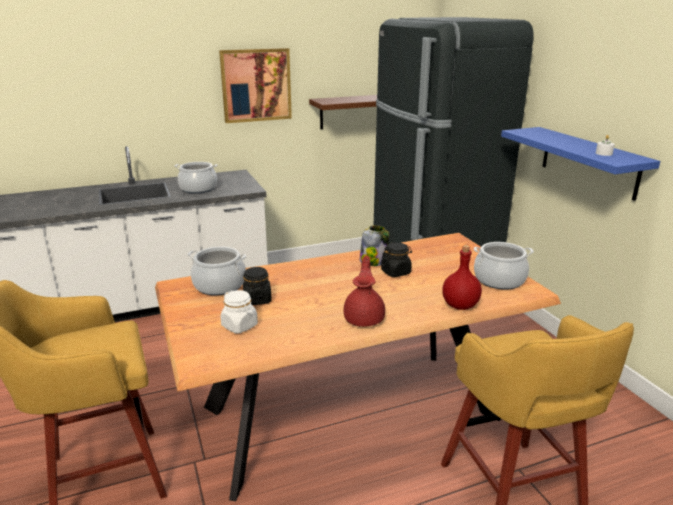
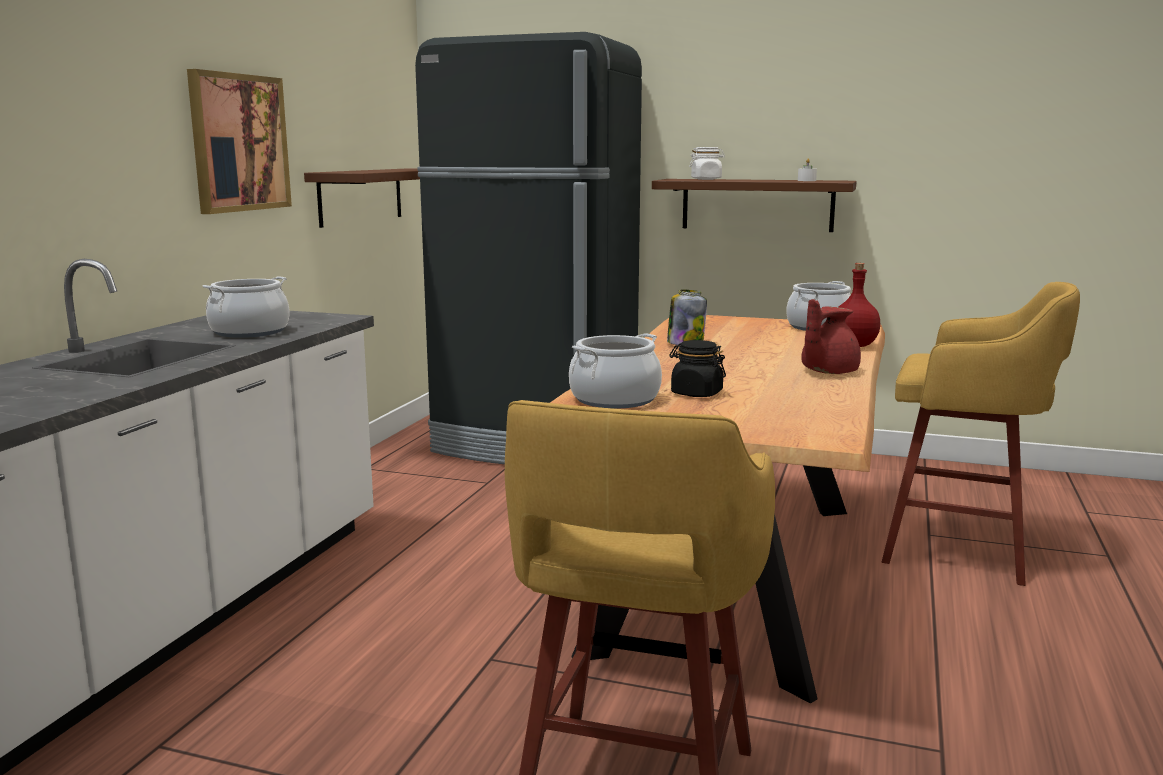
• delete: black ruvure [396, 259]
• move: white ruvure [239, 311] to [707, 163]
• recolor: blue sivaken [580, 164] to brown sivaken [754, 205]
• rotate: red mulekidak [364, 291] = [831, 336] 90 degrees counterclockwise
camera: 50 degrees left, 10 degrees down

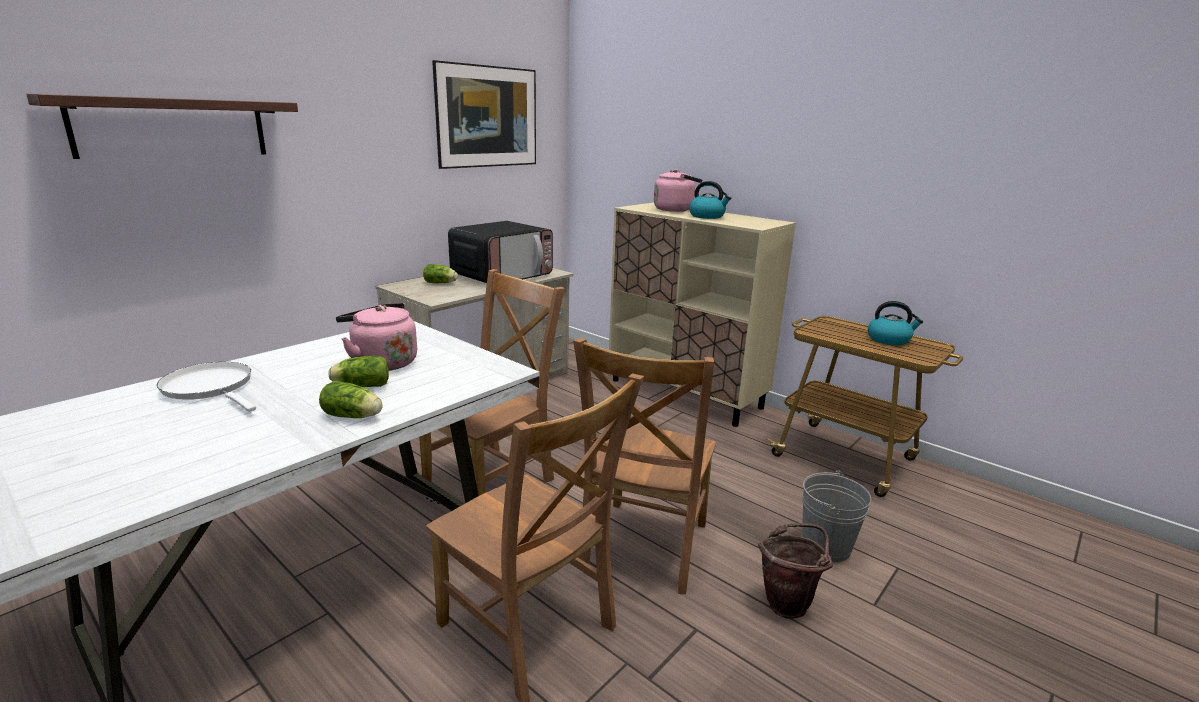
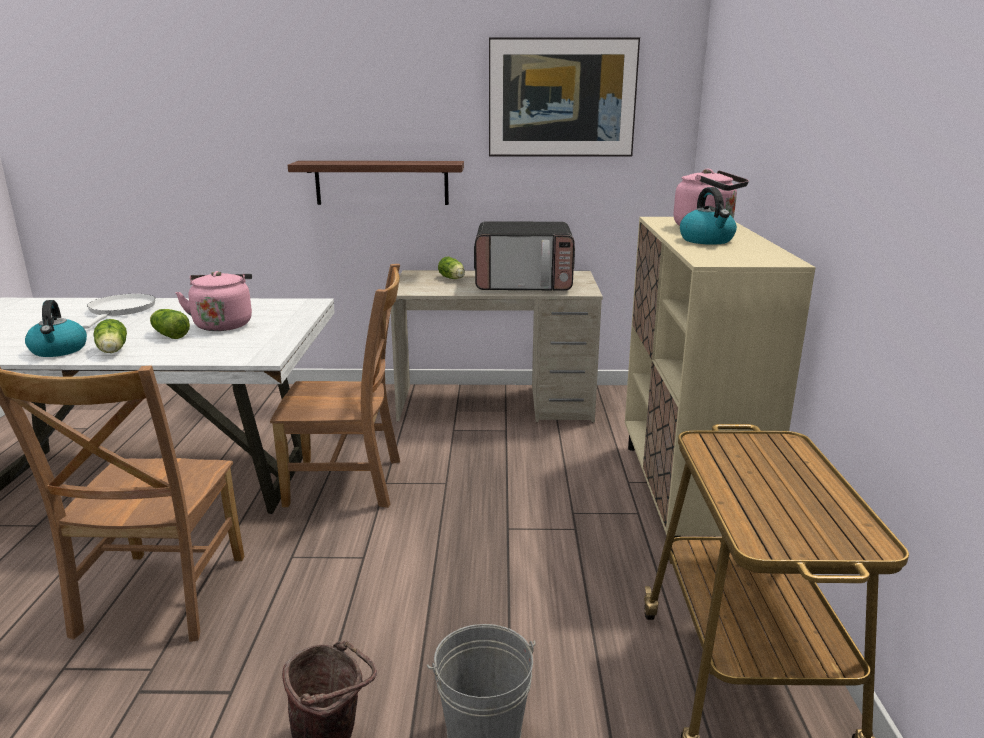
• delete: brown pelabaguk [644, 466]
• move: sivaken [162, 126] to [376, 183]
• move: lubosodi [895, 323] to [56, 328]
camera: 50 degrees right, 0 degrees up

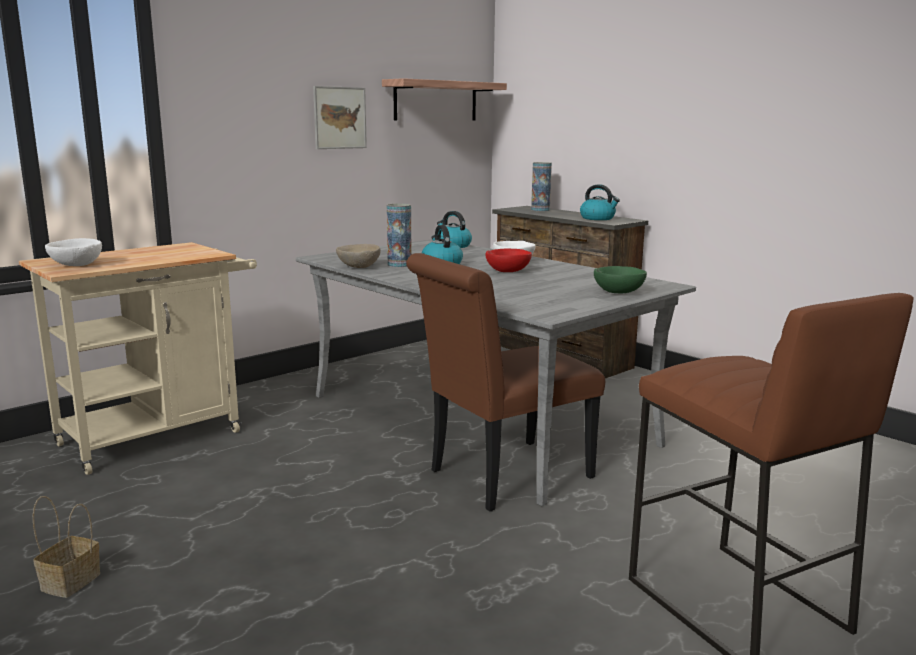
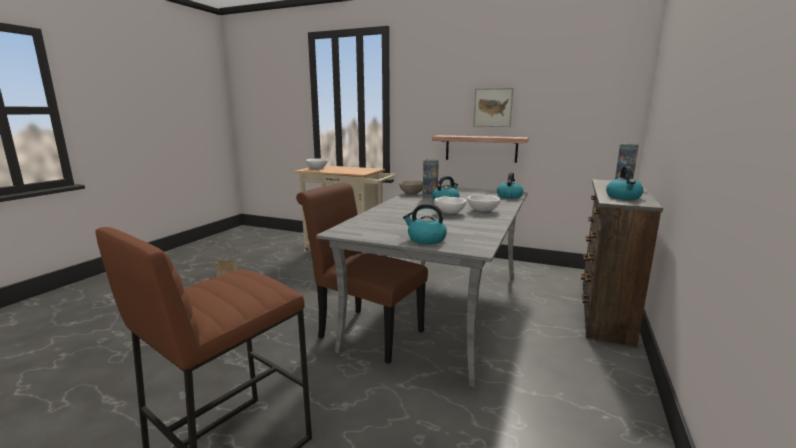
• move: sivaken [444, 99] to [480, 149]
• replace: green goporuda [620, 279] to lubosodi [425, 223]
• recolor: red goporuda [509, 260] to white goporuda [450, 205]
camera: 65 degrees right, 0 degrees up

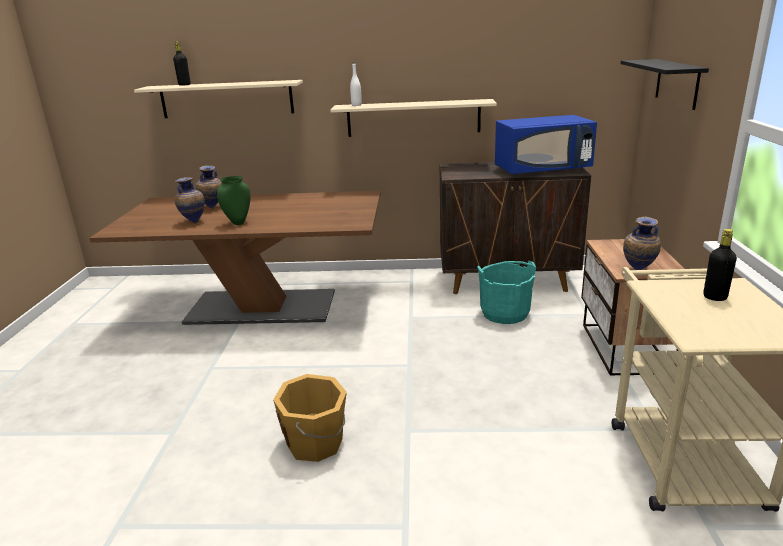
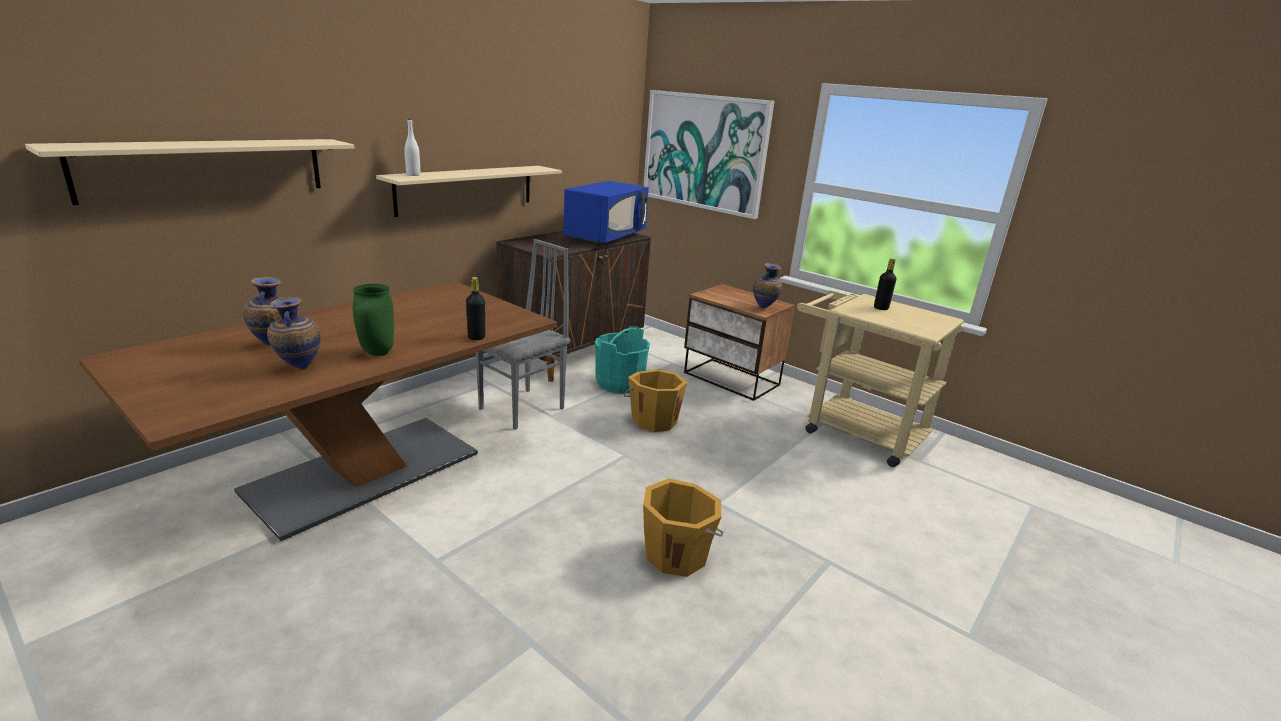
• insert: grey pelabaguk [523, 334]
• insert: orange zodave [656, 400]
• move: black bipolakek [182, 64] to [475, 308]
• replace: black sivaken [665, 84] to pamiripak [708, 154]
camera: 55 degrees left, 0 degrees up

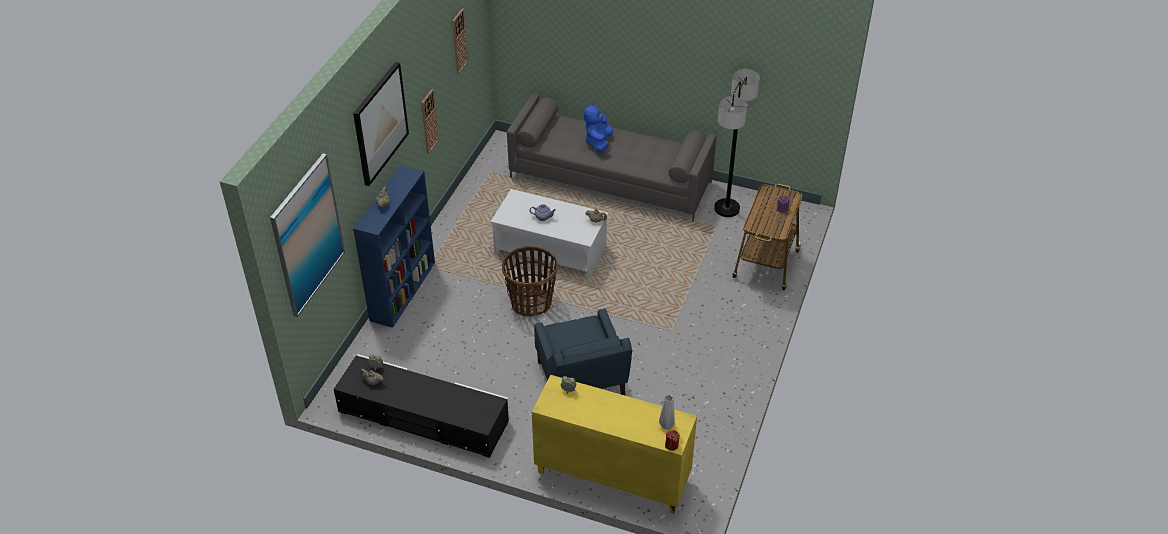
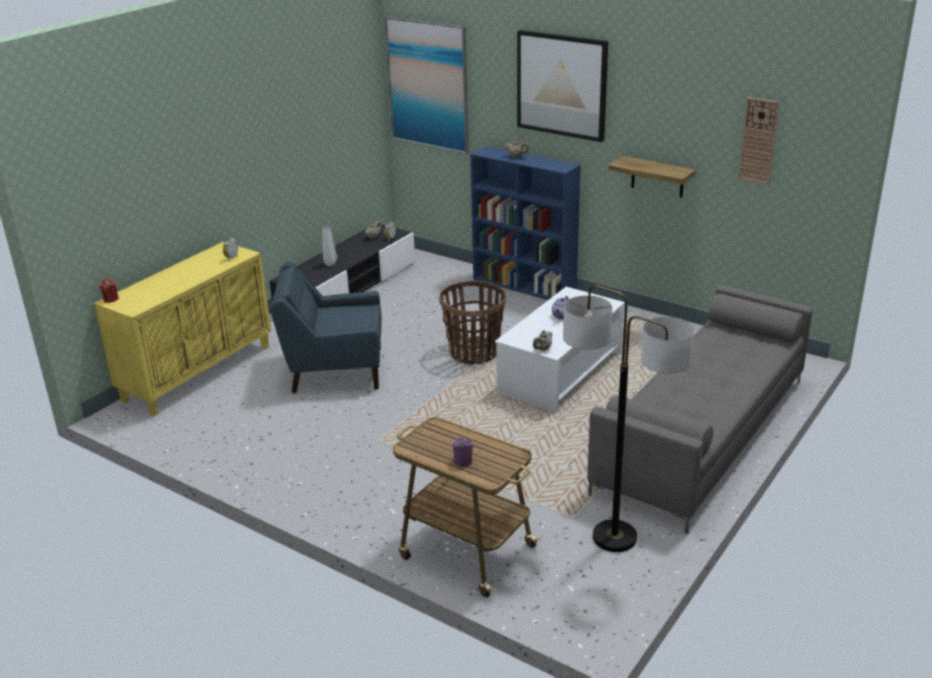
• delete: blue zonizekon [598, 127]
• move: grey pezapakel [667, 411] to [329, 246]
• replace: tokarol [430, 121] to sivaken [652, 177]
camera: 105 degrees right, 15 degrees down

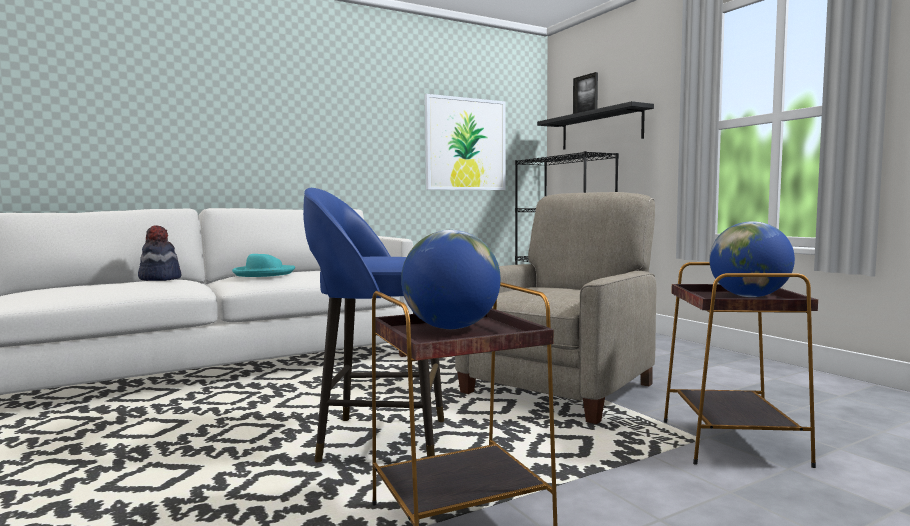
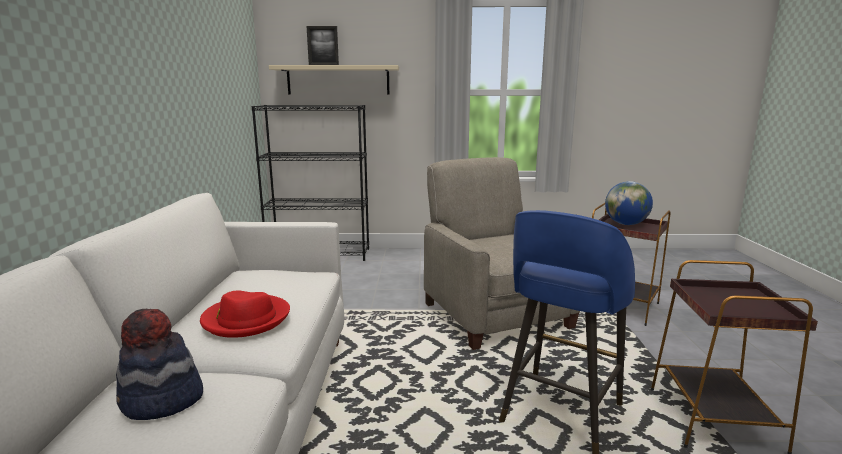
• delete: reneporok [451, 279]
• delete: pamiripak [465, 142]
• recolor: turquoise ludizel [263, 265] to red ludizel [245, 314]
• recolor: black sivaken [595, 125] to beige sivaken [334, 79]
camera: 60 degrees left, 10 degrees up

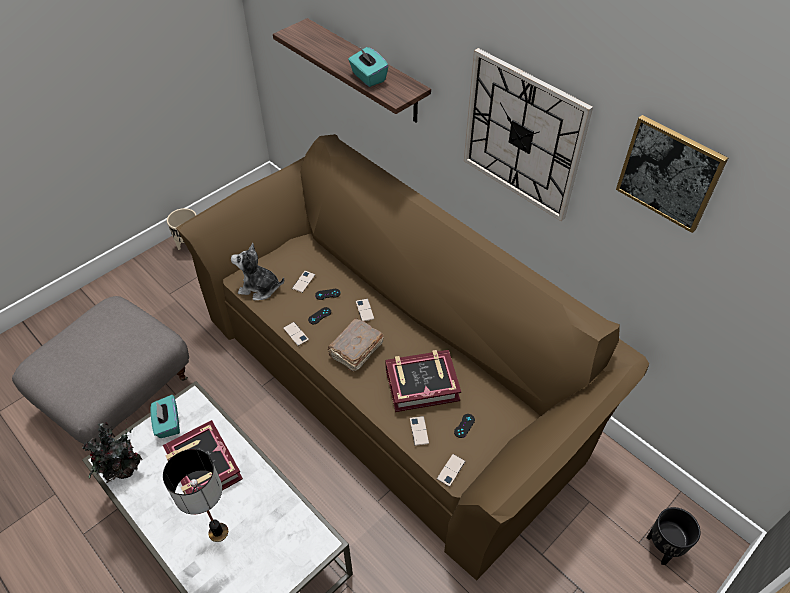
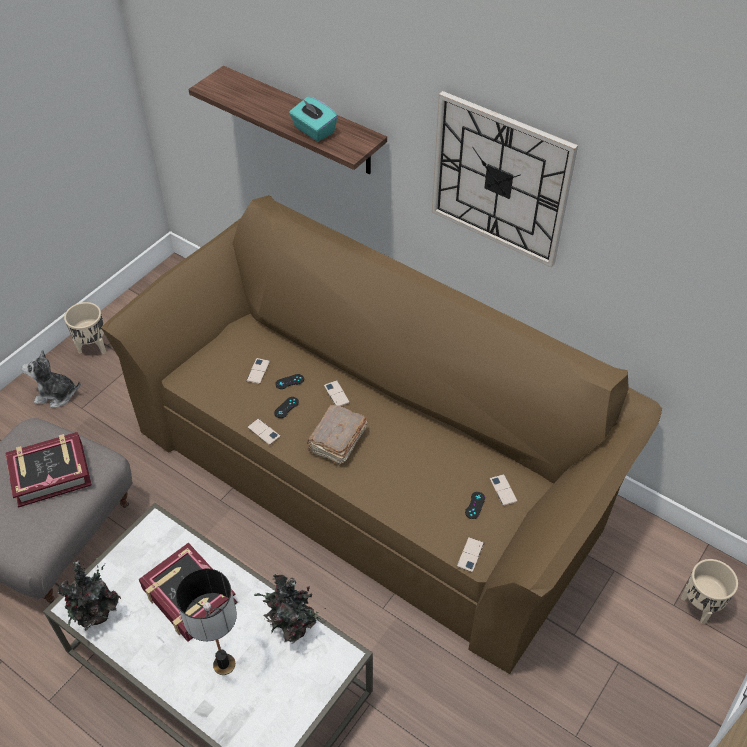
• delete: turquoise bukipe [165, 416]
• delete: pamiripak [672, 174]
• insert: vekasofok [289, 609]
• move: zonizekon [257, 271] to [51, 379]
• move: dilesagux [423, 381] to [48, 470]
• move: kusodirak [419, 431] to [504, 490]
• recolor: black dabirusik [674, 536] to beige dabirusik [709, 591]
camera: 10 degrees left, 0 degrees up

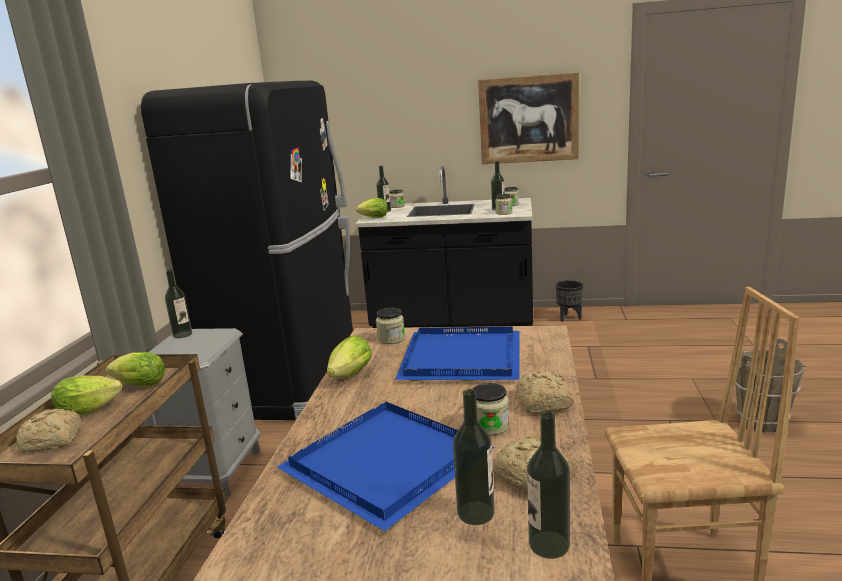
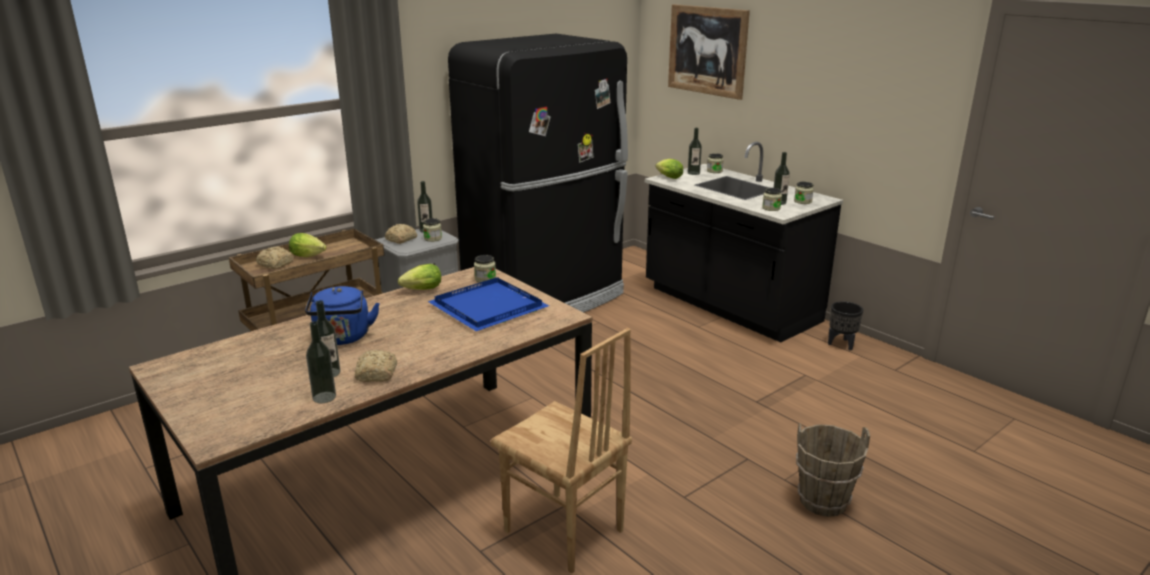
• delete: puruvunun [135, 369]
• move: ruvure [491, 409] to [432, 230]
• move: pamiripak [528, 118] to [709, 52]
• move: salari [545, 392] to [401, 234]
• replace: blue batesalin [385, 466] to blue lubosodi [342, 315]
camera: 40 degrees right, 5 degrees up

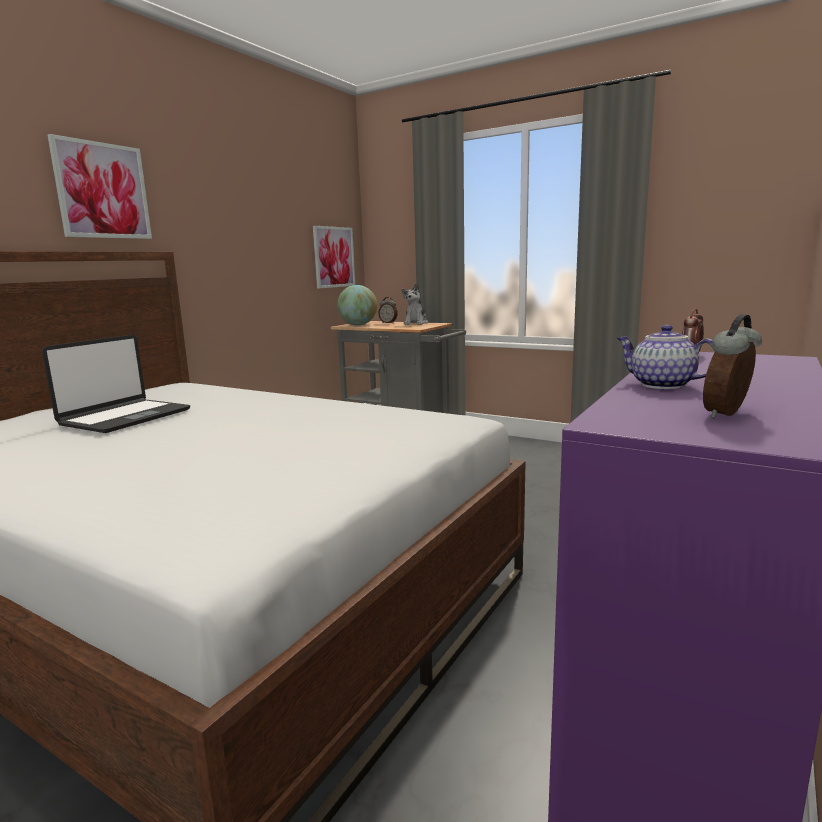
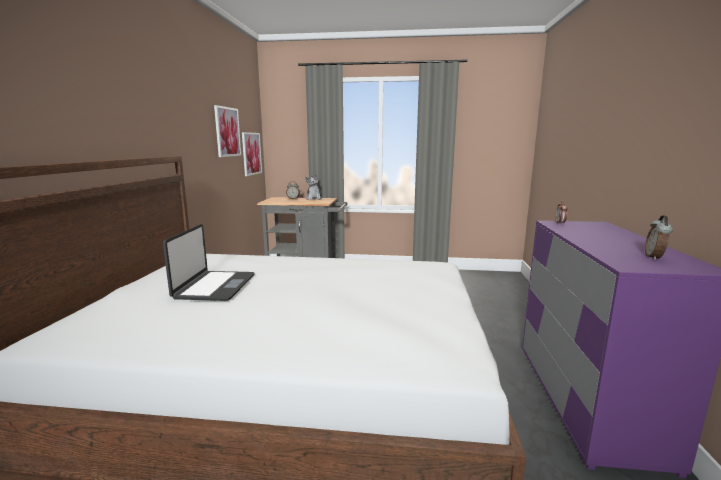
• delete: reneporok [357, 305]
• delete: mulekidak [666, 357]
• move: pamiripak [99, 186] to [227, 131]
camera: 25 degrees left, 0 degrees up

